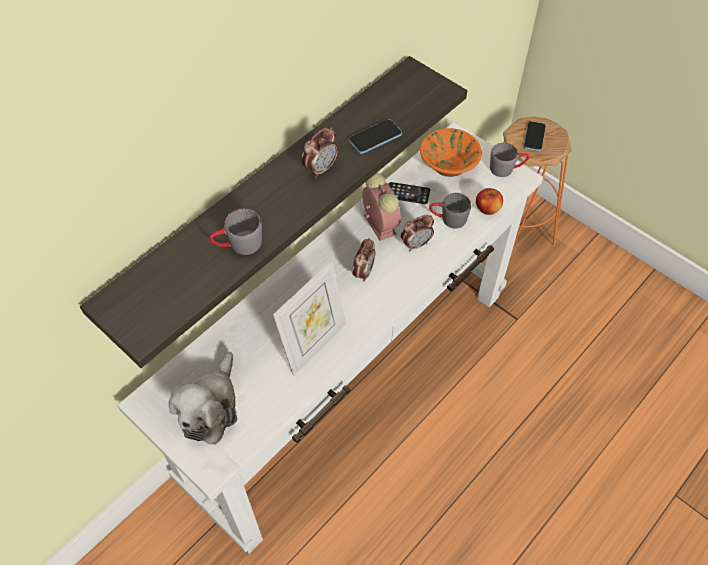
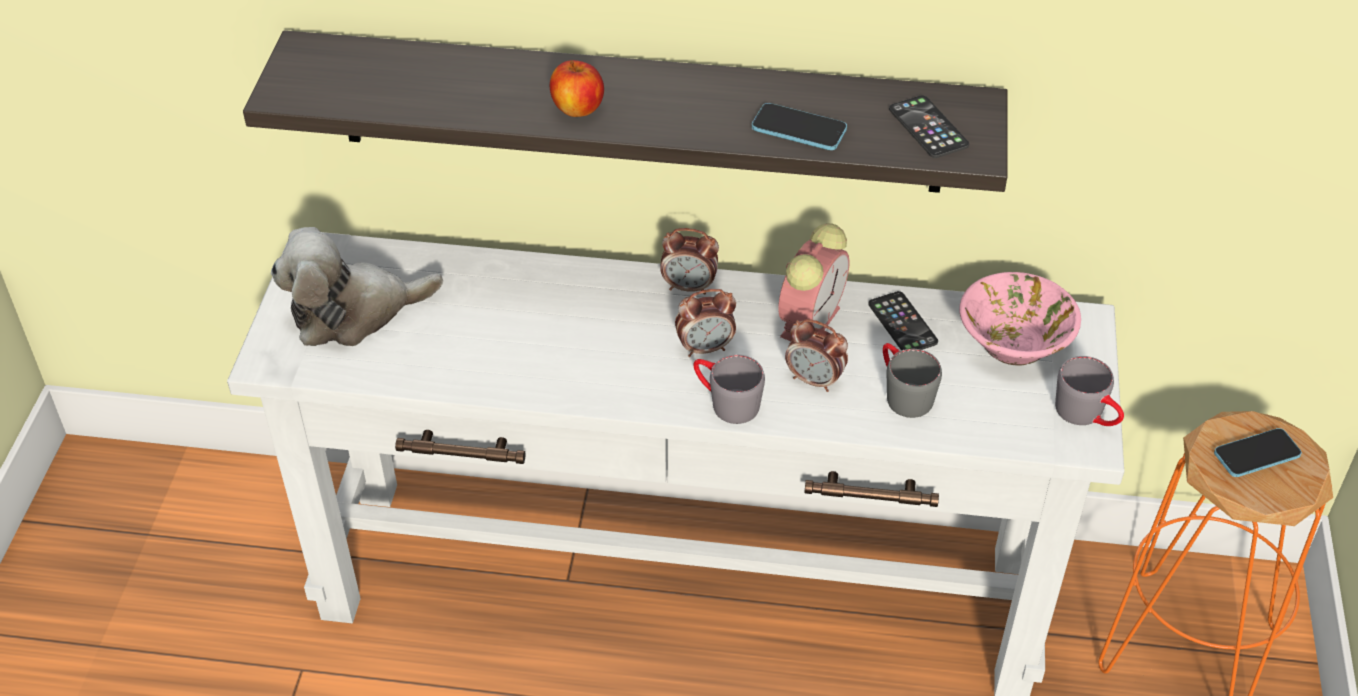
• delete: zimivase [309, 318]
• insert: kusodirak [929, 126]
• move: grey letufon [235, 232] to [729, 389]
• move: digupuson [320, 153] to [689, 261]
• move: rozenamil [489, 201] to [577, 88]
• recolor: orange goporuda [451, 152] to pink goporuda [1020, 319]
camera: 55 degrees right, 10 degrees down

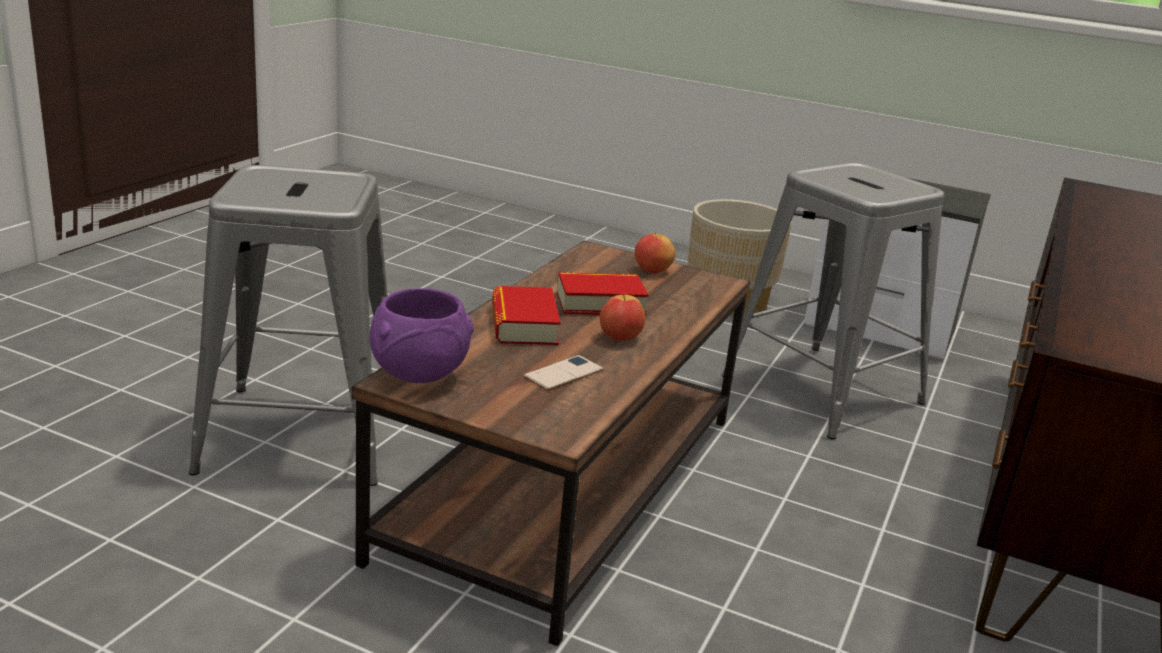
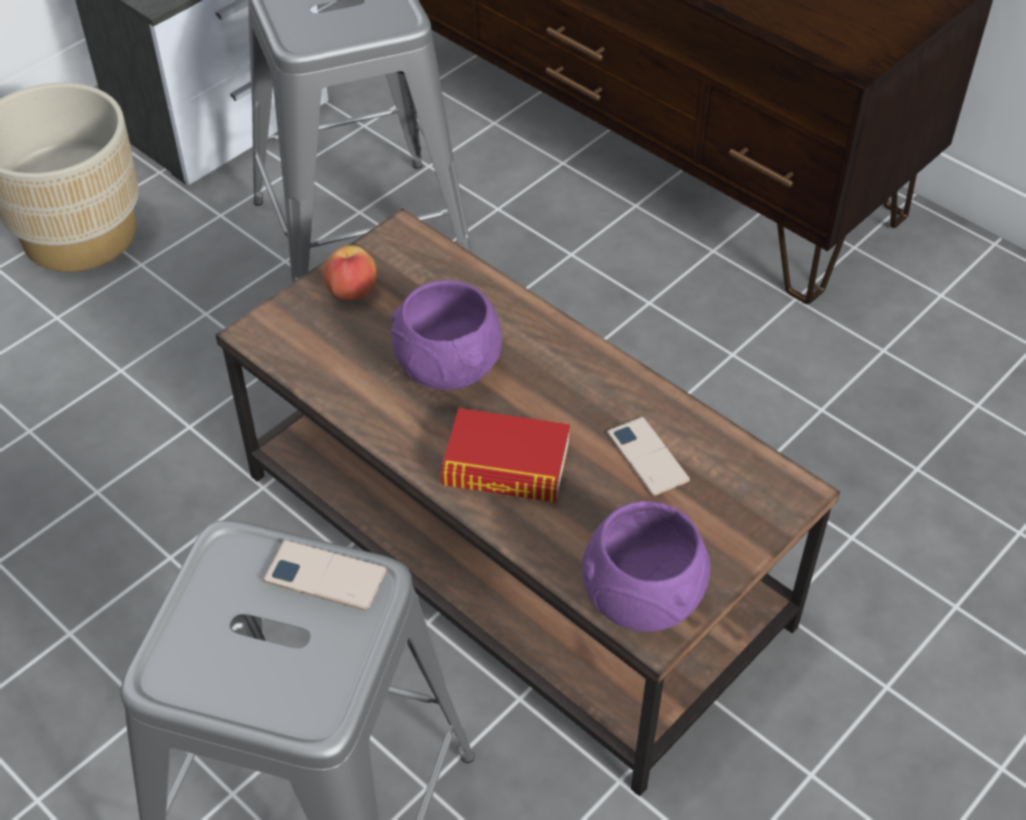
• delete: rozenamil [622, 317]
• insert: kusodirak [325, 575]
• replace: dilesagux [602, 294] to purple goporuda [446, 335]
camera: 70 degrees left, 25 degrees up

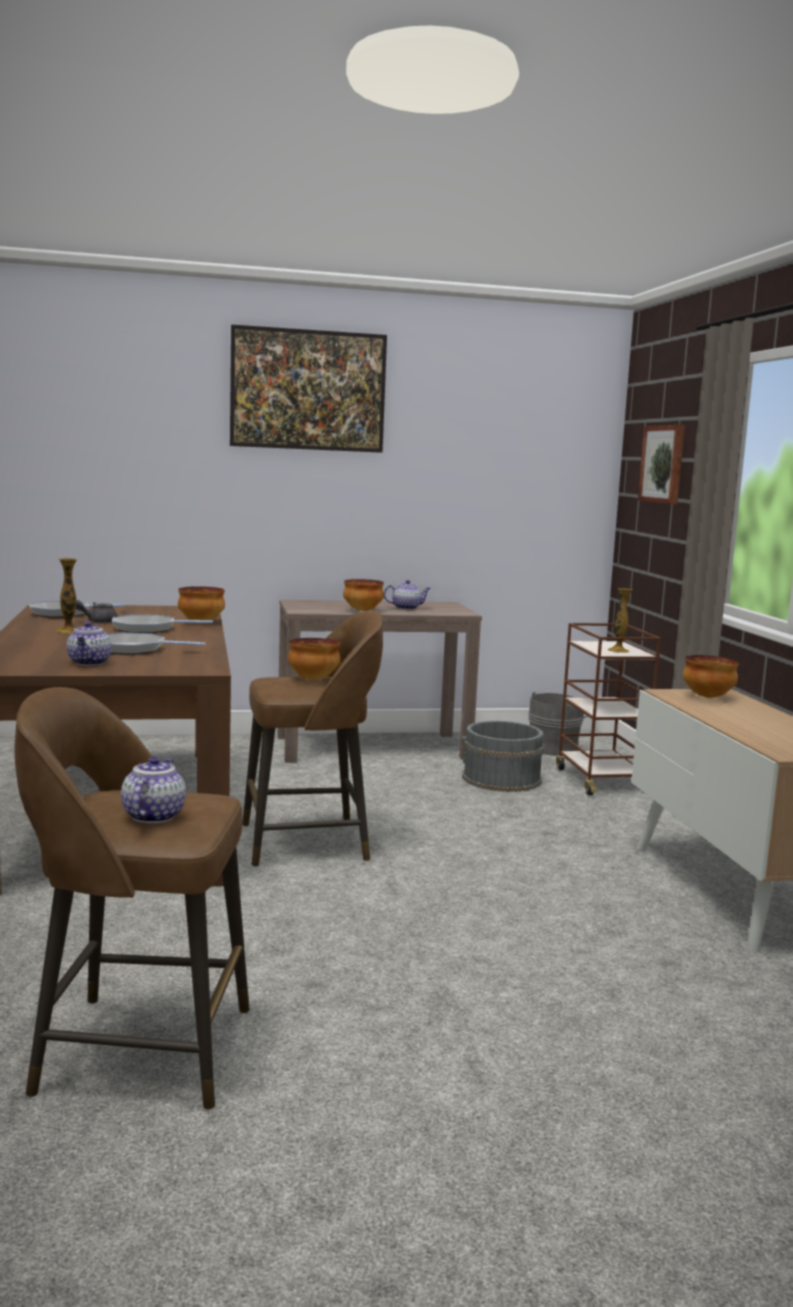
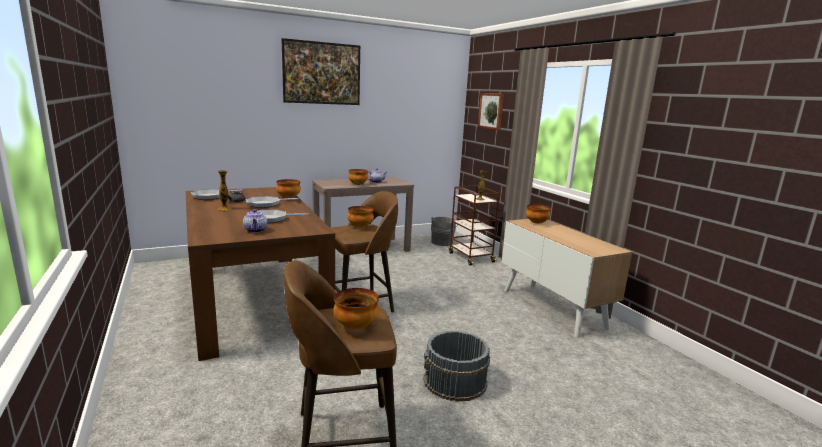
• move: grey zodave [503, 756] to [456, 366]
• replace: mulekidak [153, 790] to goporuda [356, 308]
camera: 15 degrees left, 5 degrees up

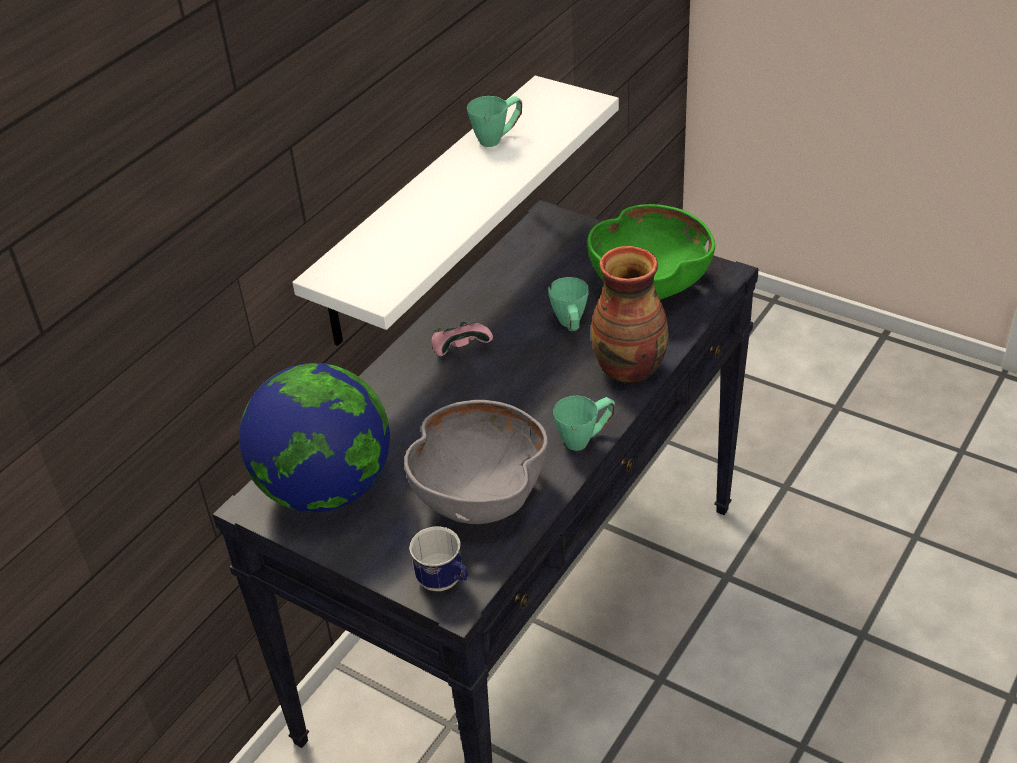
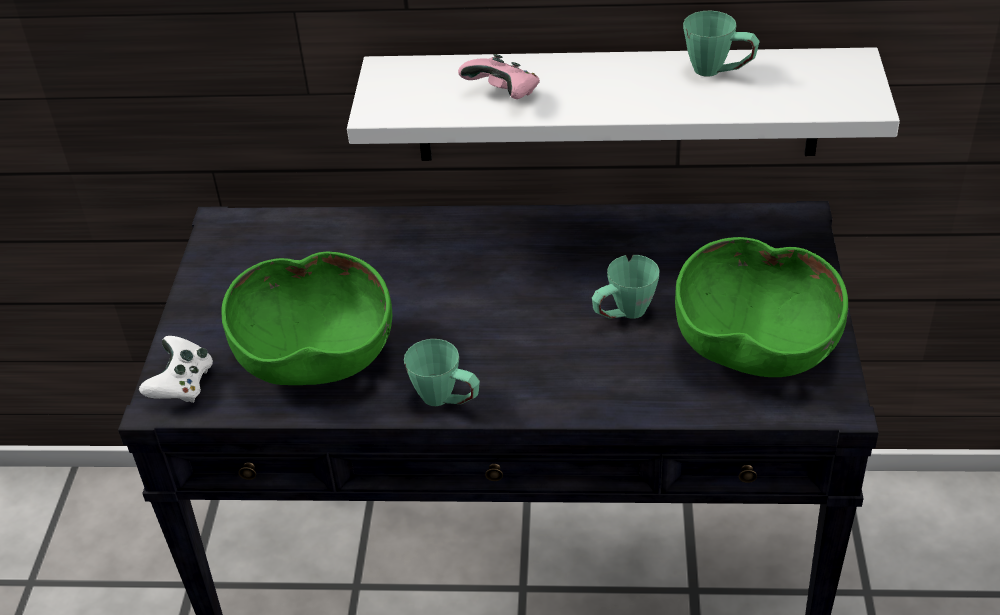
• delete: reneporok [314, 437]
• delete: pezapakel [630, 315]
• move: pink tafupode [462, 339] to [499, 76]
• replace: letufon [438, 559] to white tafupode [176, 369]
• recolor: grey goporuda [476, 462] to green goporuda [306, 318]
camera: 60 degrees right, 0 degrees up

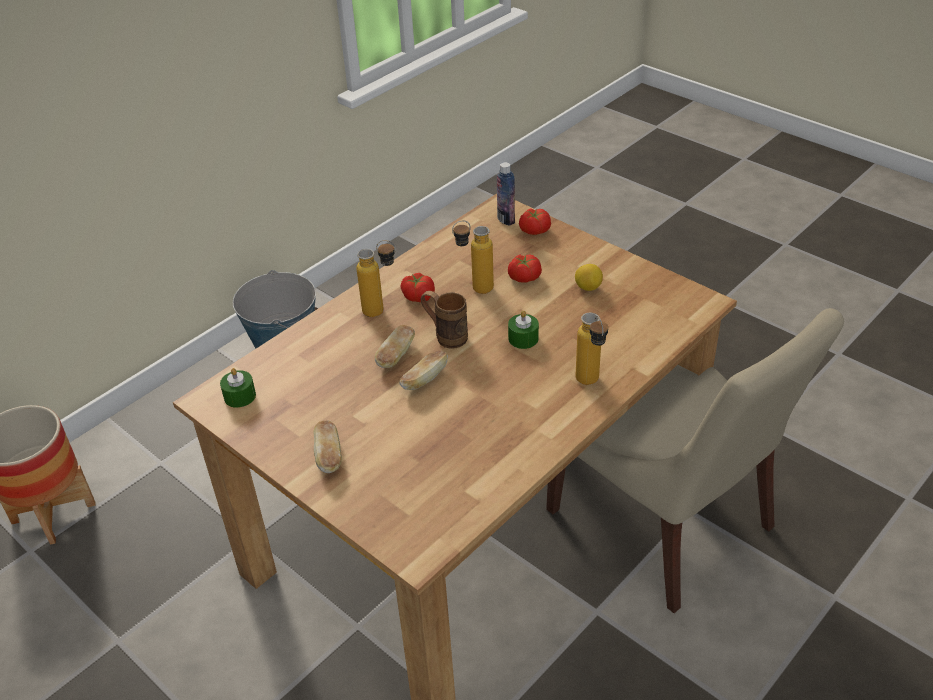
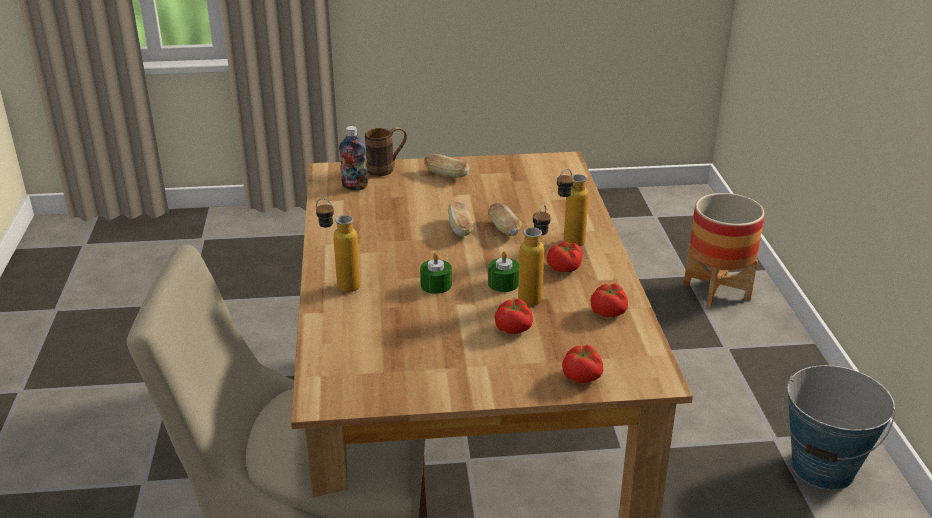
• delete: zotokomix [589, 277]
• insert: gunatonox [609, 300]
• move: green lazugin [238, 388] to [503, 271]
• move: brown letufon [444, 320] to [386, 151]
• move: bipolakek [506, 194] to [353, 158]
camera: 130 degrees right, 10 degrees down

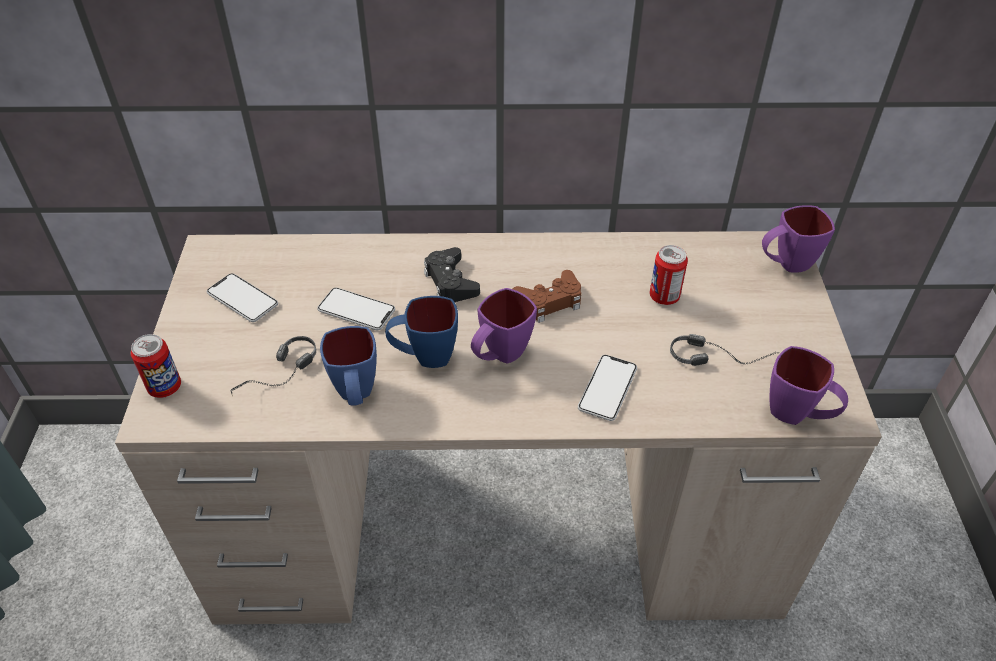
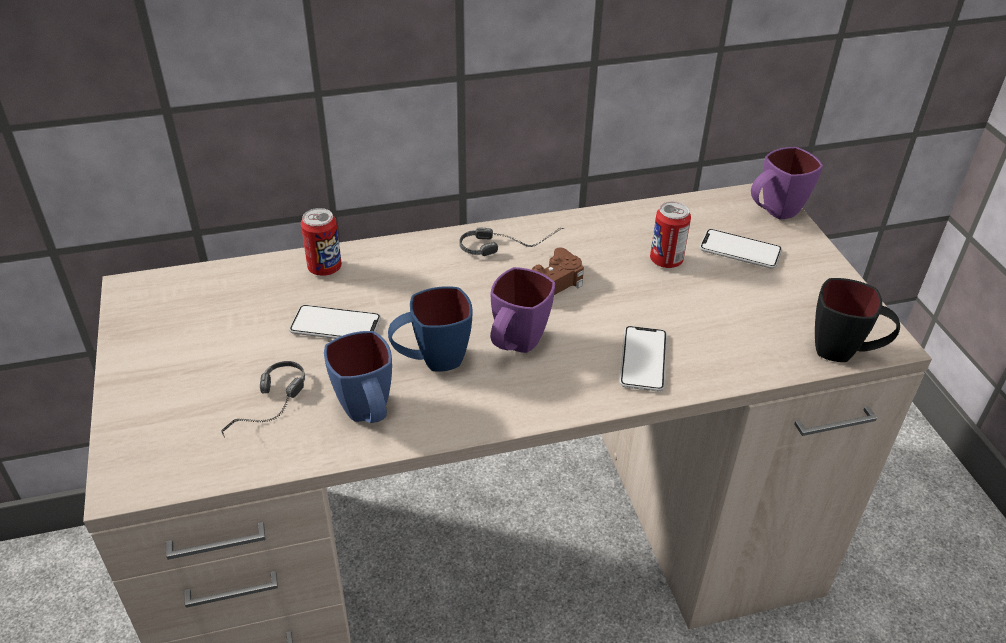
• delete: black tafupode [452, 274]
• move: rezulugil [156, 366] to [321, 242]
• move: kusodirak [242, 297] to [741, 249]
• move: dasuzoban [725, 350] to [512, 241]
• recolor: purple letufon [808, 385] to black letufon [857, 320]
camera: 15 degrees left, 5 degrees down

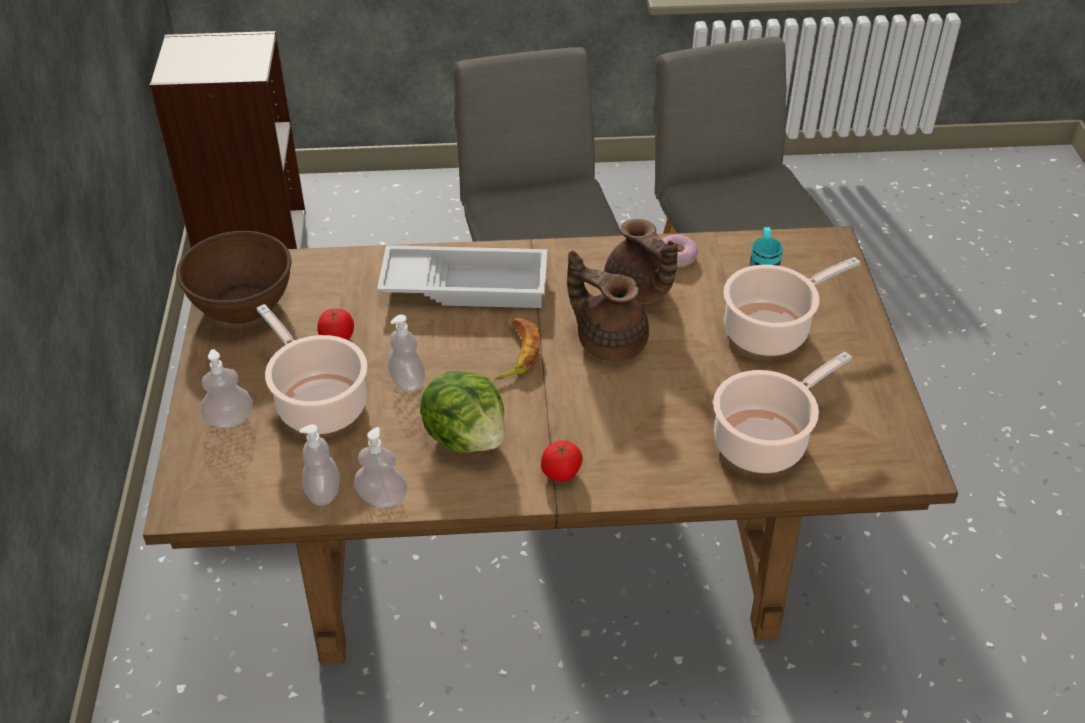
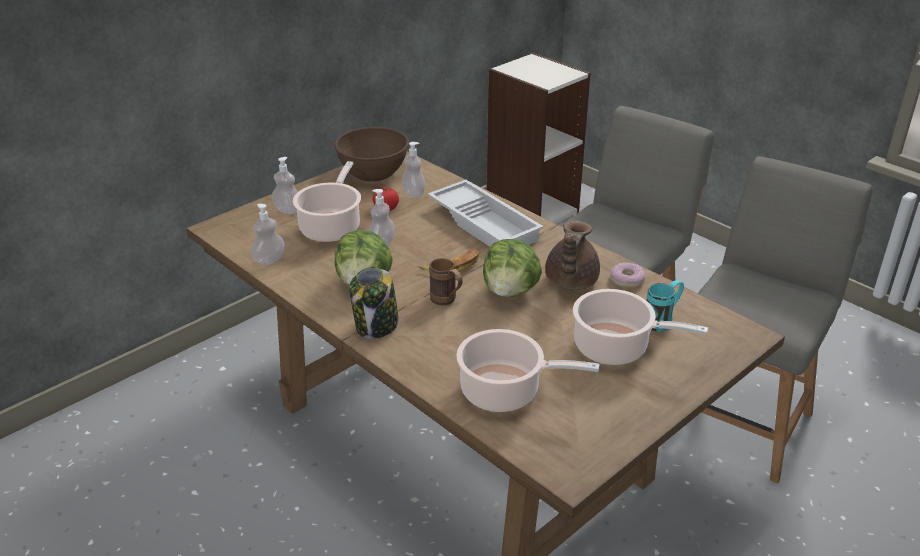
• insert: brown letufon [446, 281]
• move: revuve [380, 467] to [414, 170]
• replace: gunatonox [561, 461] to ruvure [374, 303]
• replace: brown mulekidak [608, 306] to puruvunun [512, 268]
camera: 50 degrees right, 10 degrees down

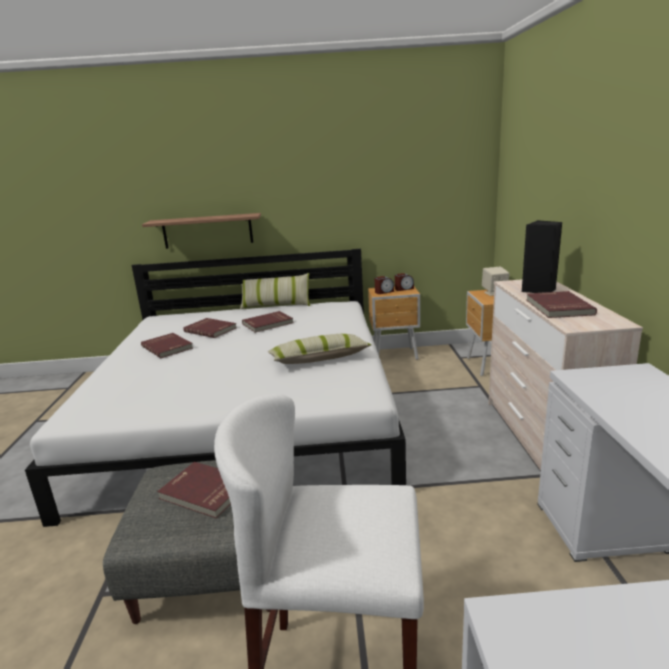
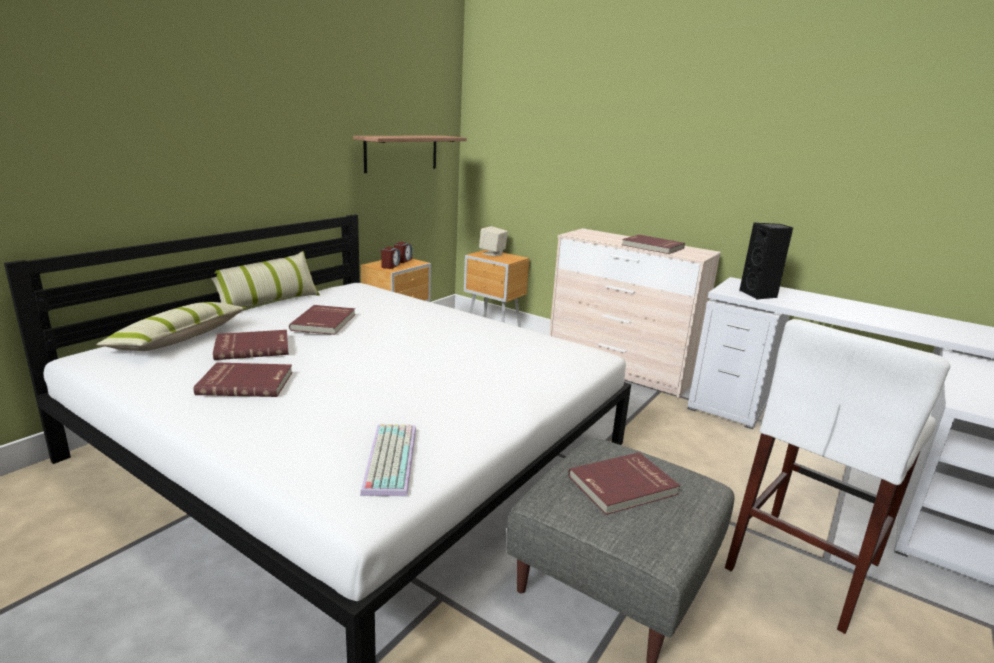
• insert: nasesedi [388, 460]
• move: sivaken [201, 231] to [410, 154]
• move: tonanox [319, 349] to [171, 326]
• move: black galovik [542, 256] to [766, 261]
camera: 55 degrees left, 0 degrees up

